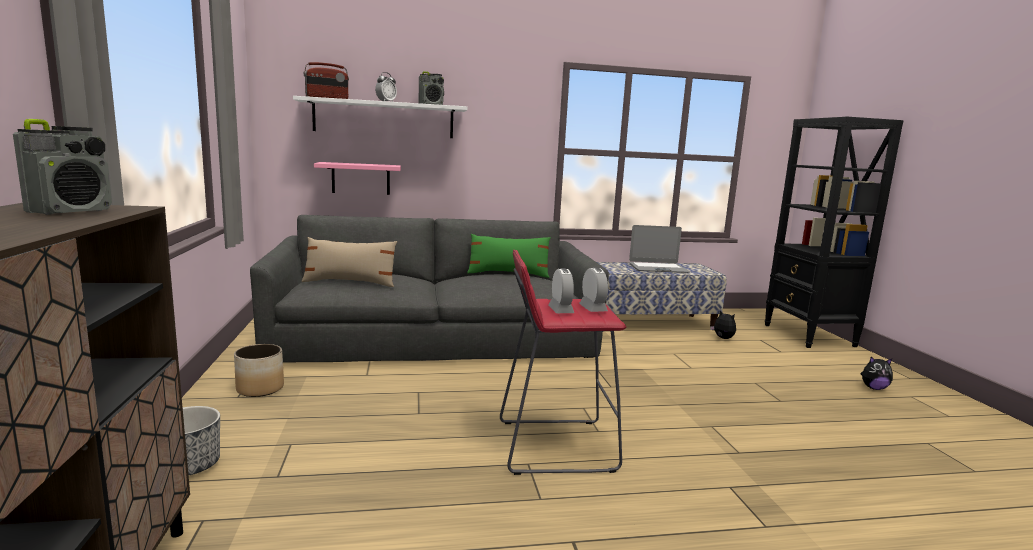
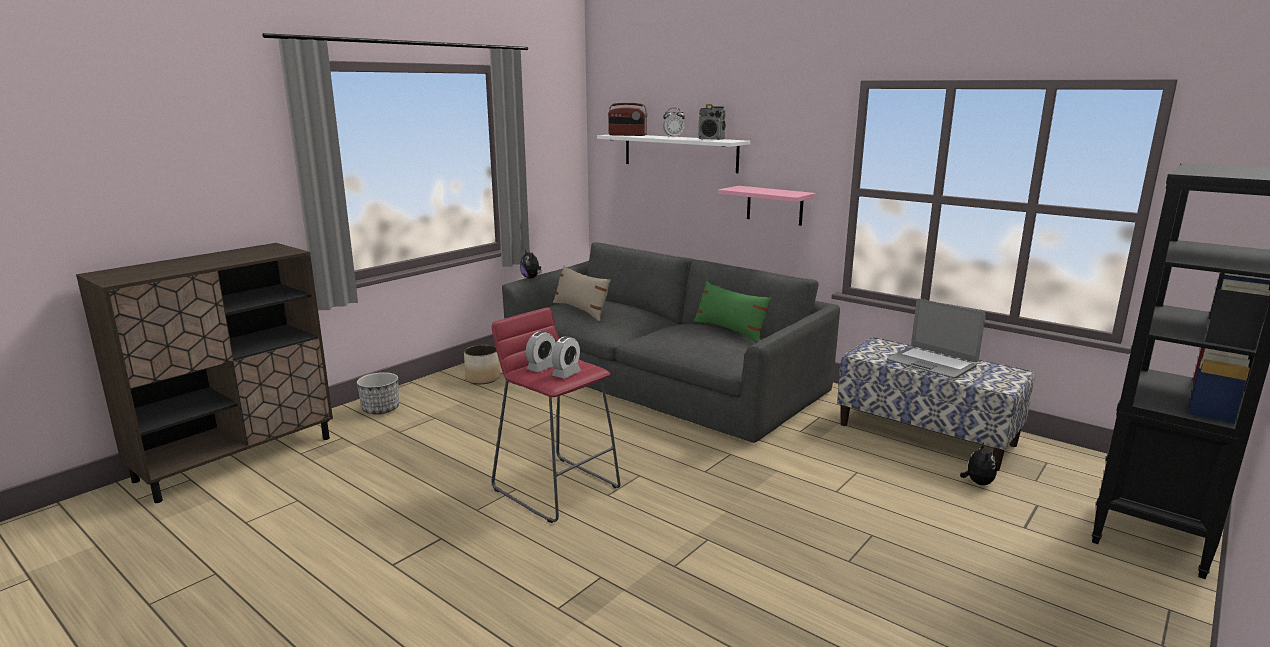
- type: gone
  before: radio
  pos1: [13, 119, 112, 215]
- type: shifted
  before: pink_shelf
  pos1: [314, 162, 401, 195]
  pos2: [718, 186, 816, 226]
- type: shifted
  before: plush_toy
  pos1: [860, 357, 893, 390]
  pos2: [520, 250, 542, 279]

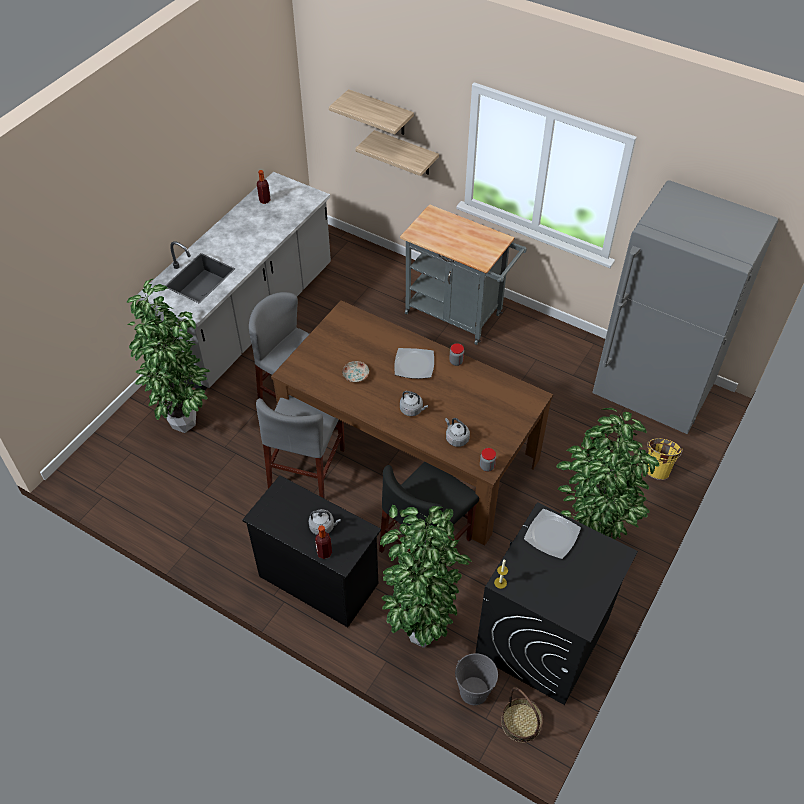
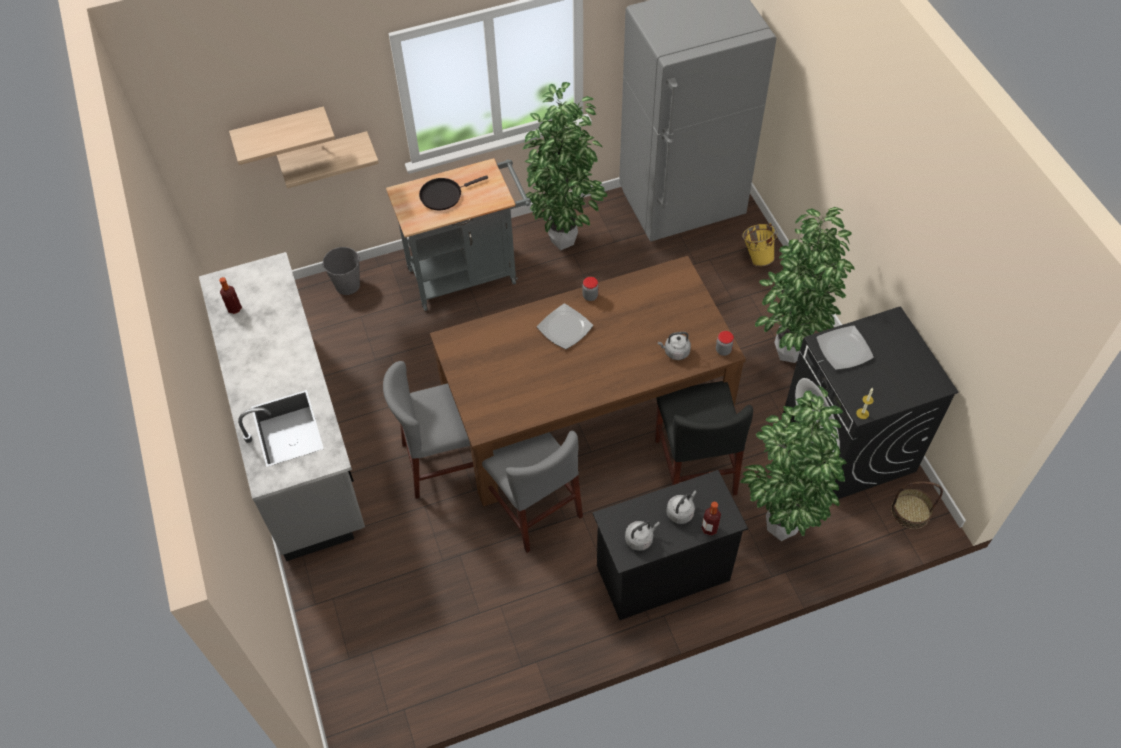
- type: shifted
  before: potted_plant
  pos1: [126, 279, 210, 433]
  pos2: [523, 82, 607, 250]
- type: gone
  before: plate
  pos1: [342, 361, 369, 382]
- type: shifted
  before: grey_kettle
  pos1: [400, 391, 428, 416]
  pos2: [625, 521, 660, 551]
- type: shifted
  before: grey_bucket
  pos1: [455, 653, 498, 705]
  pos2: [322, 247, 360, 295]
- type: new
  after: black_frying_pan
  pos2: [419, 175, 488, 210]

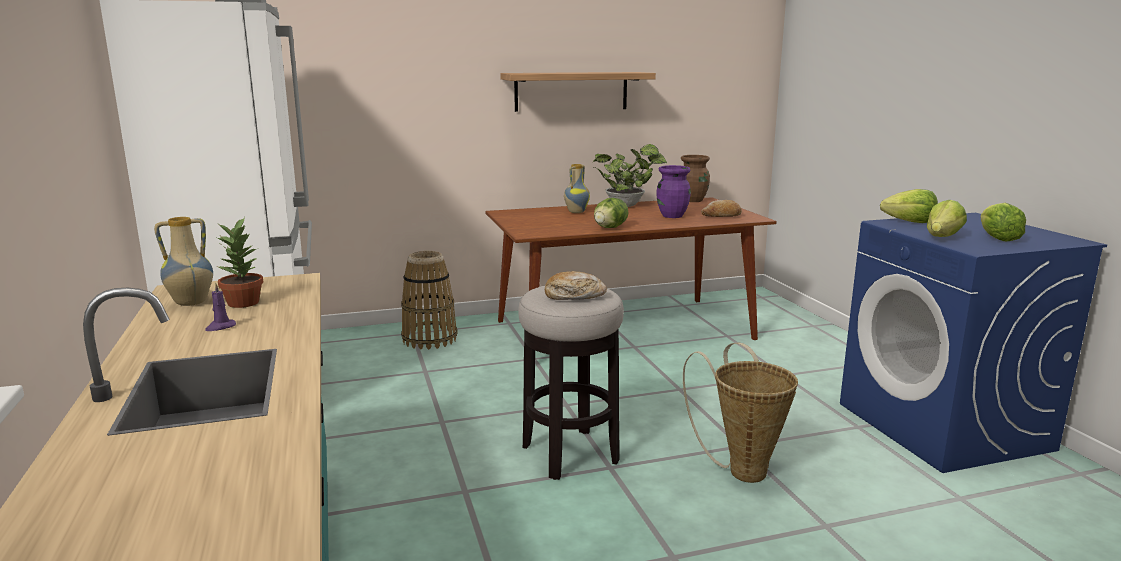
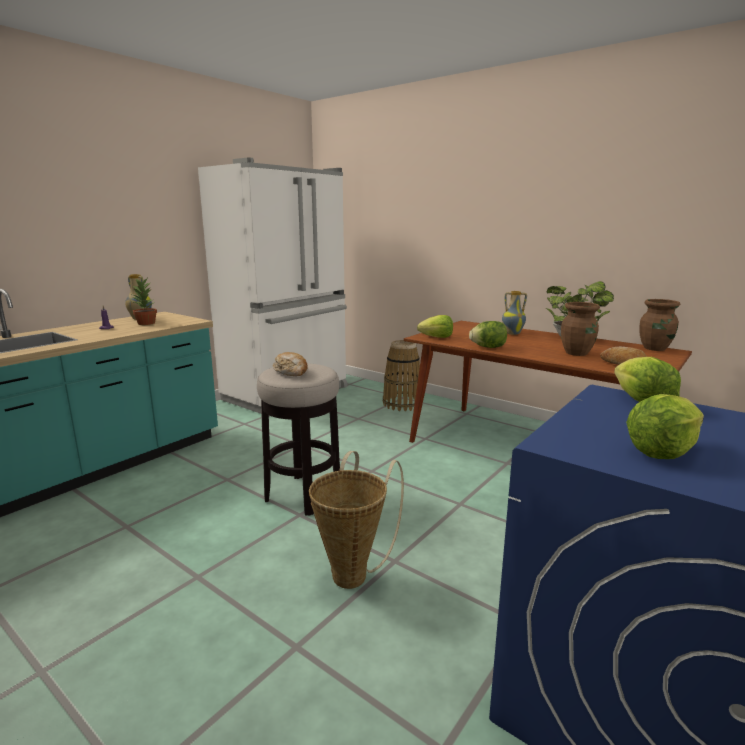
- type: gone
  before: shelf
  pos1: [500, 72, 656, 112]
- type: repainted
  before: purple_vase
  after: brown_vase
  pos1: [656, 165, 691, 218]
  pos2: [561, 302, 600, 356]
- type: shifted
  before: lettuce
  pos1: [927, 200, 967, 237]
  pos2: [417, 315, 453, 338]

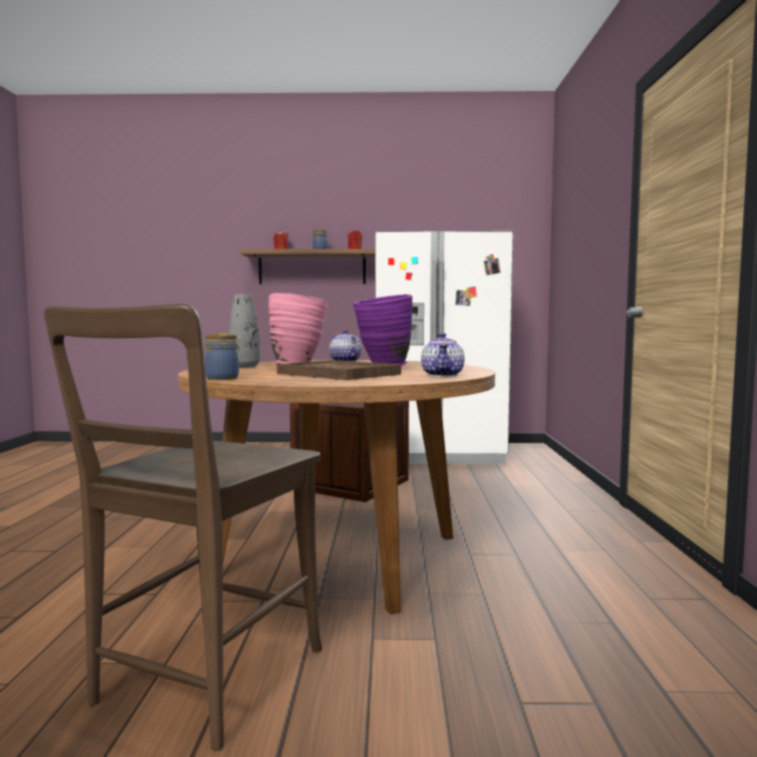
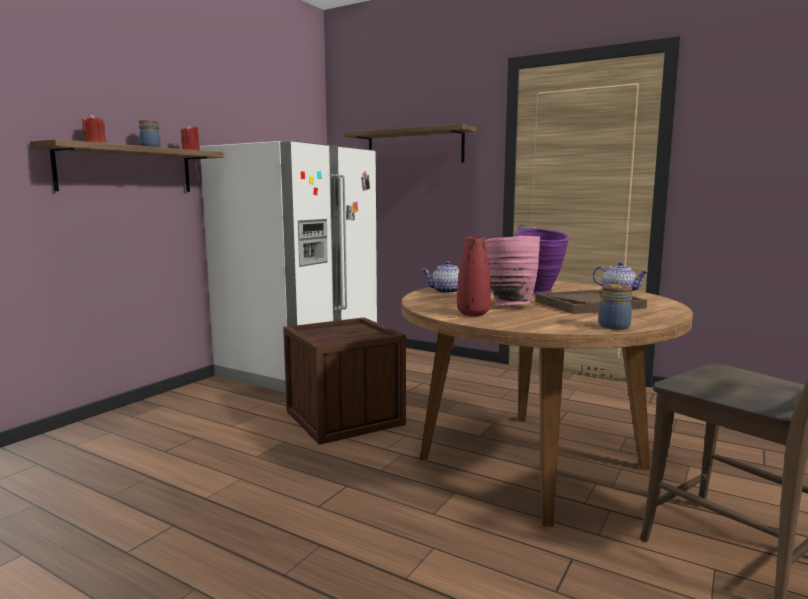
- type: repainted
  before: grey_vase
  after: red_vase
  pos1: [229, 294, 260, 367]
  pos2: [457, 237, 491, 316]
- type: new
  after: shelf
  pos2: [343, 124, 476, 162]

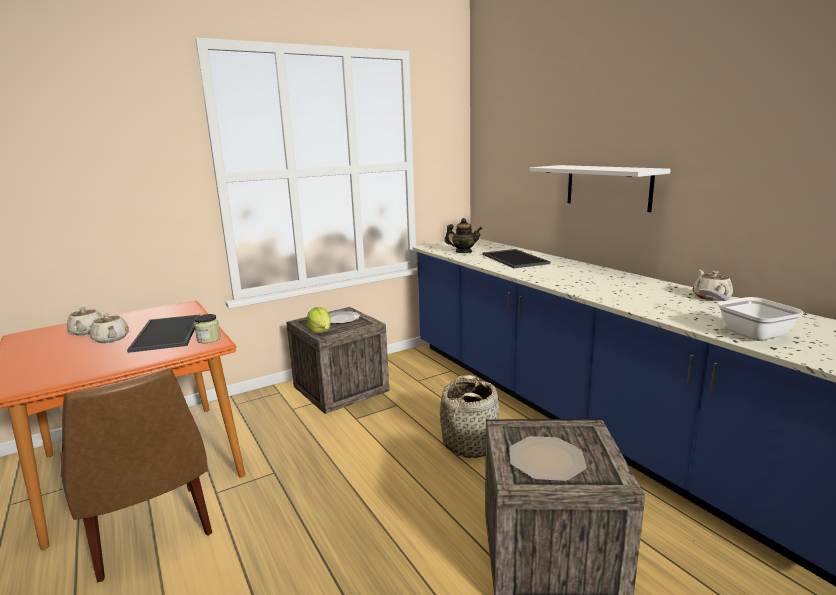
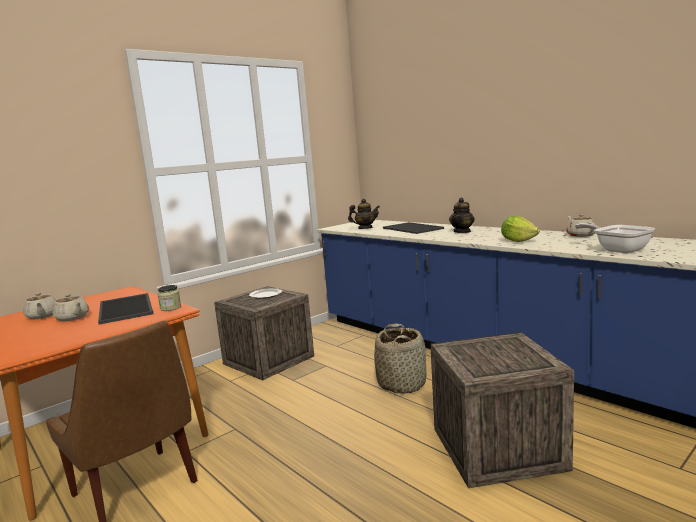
- type: shifted
  before: lettuce
  pos1: [307, 307, 331, 334]
  pos2: [501, 216, 540, 242]
- type: gone
  before: plate
  pos1: [509, 436, 587, 481]
- type: gone
  before: white_shelf
  pos1: [530, 165, 671, 212]
- type: new
  after: teapot
  pos2: [449, 198, 475, 233]

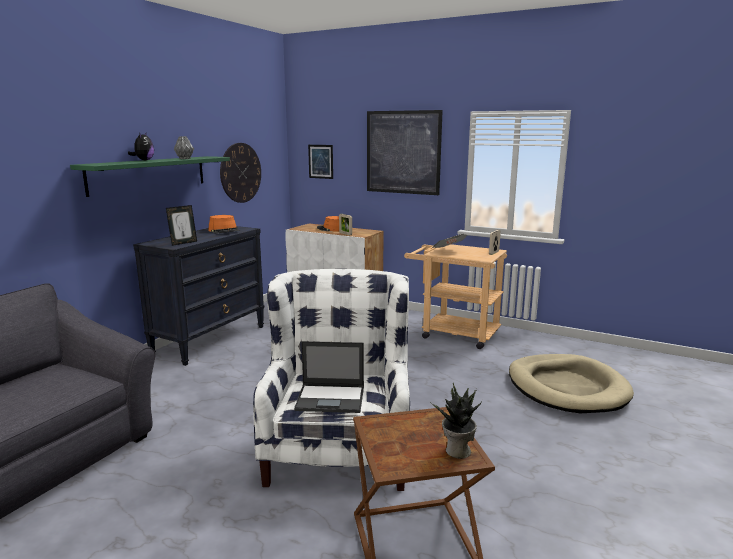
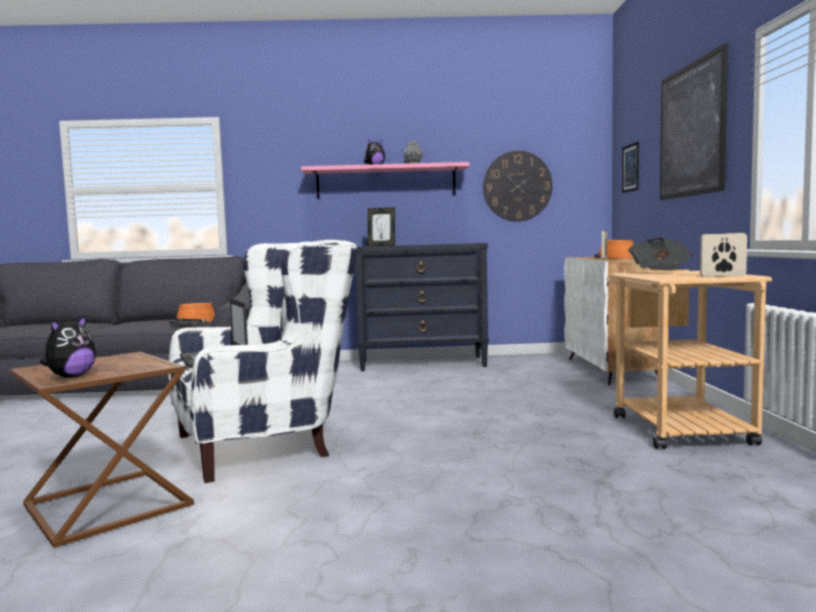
- type: repainted
  before: green_shelf
  after: pink_shelf
  pos1: [70, 156, 230, 197]
  pos2: [301, 162, 470, 199]
- type: shifted
  before: orange_hat
  pos1: [208, 215, 240, 234]
  pos2: [169, 303, 215, 324]
- type: swapped
  before: potted_plant
  after: plush_toy
  pos1: [430, 383, 481, 459]
  pos2: [40, 316, 96, 378]
- type: gone
  before: beige_dog_bed
  pos1: [509, 354, 634, 414]

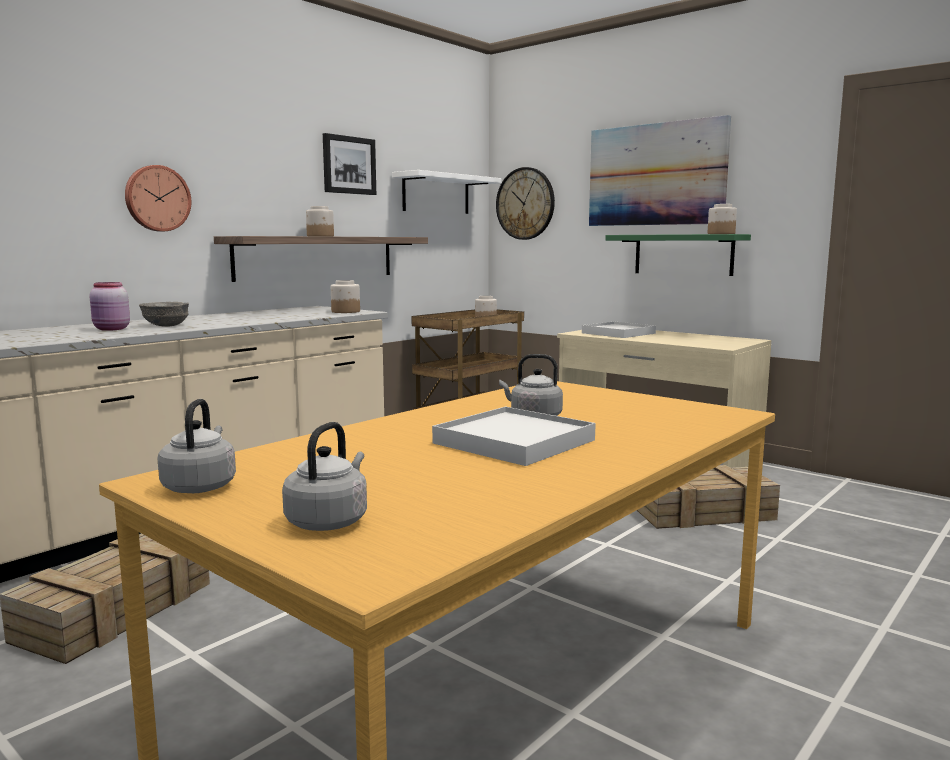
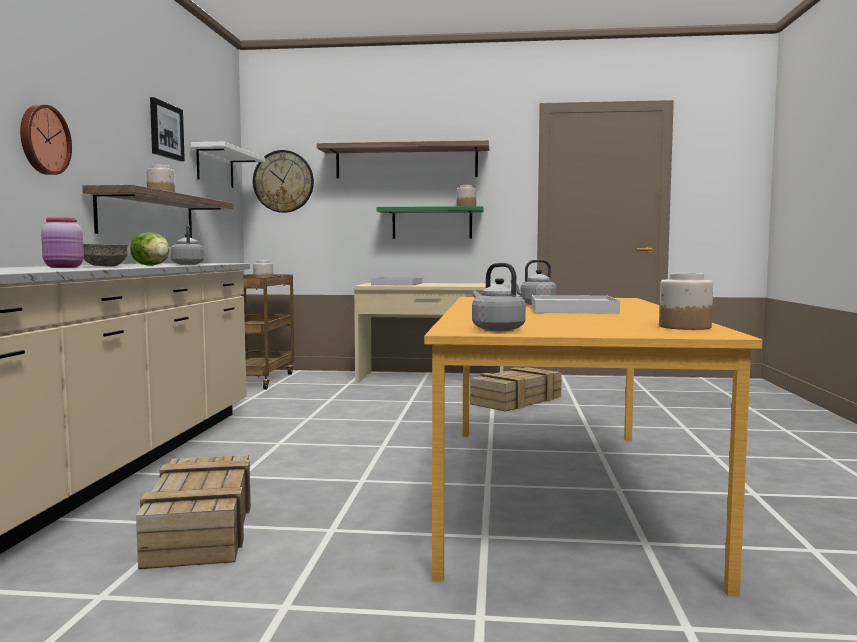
- type: shifted
  before: grey_kettle
  pos1: [282, 422, 367, 531]
  pos2: [171, 225, 204, 265]
- type: shifted
  before: jar
  pos1: [331, 280, 360, 313]
  pos2: [659, 273, 713, 330]
- type: swapped
  before: picture
  after: shelf
  pos1: [589, 115, 731, 226]
  pos2: [317, 140, 489, 179]
- type: new
  after: lettuce
  pos2: [130, 232, 170, 266]

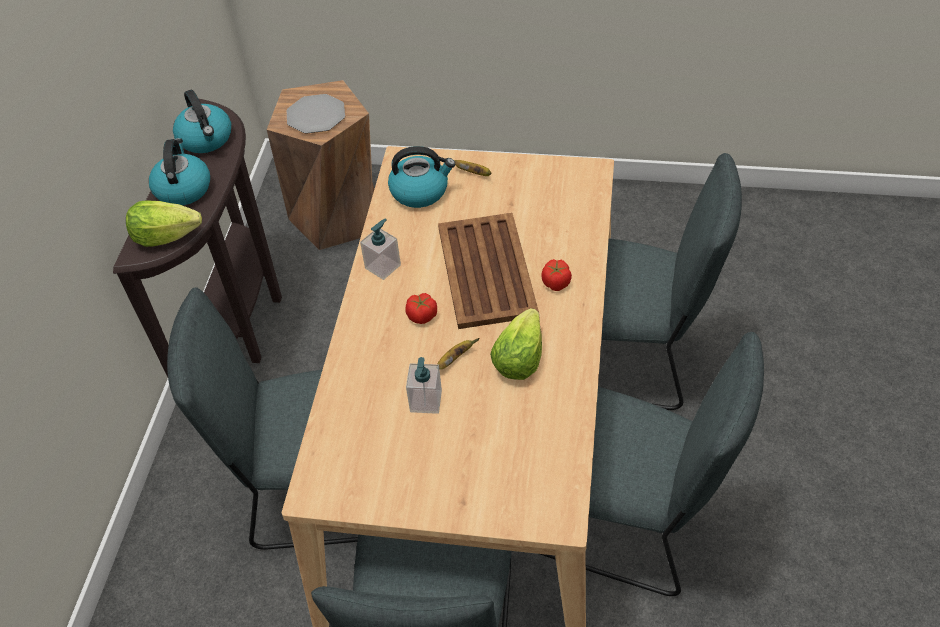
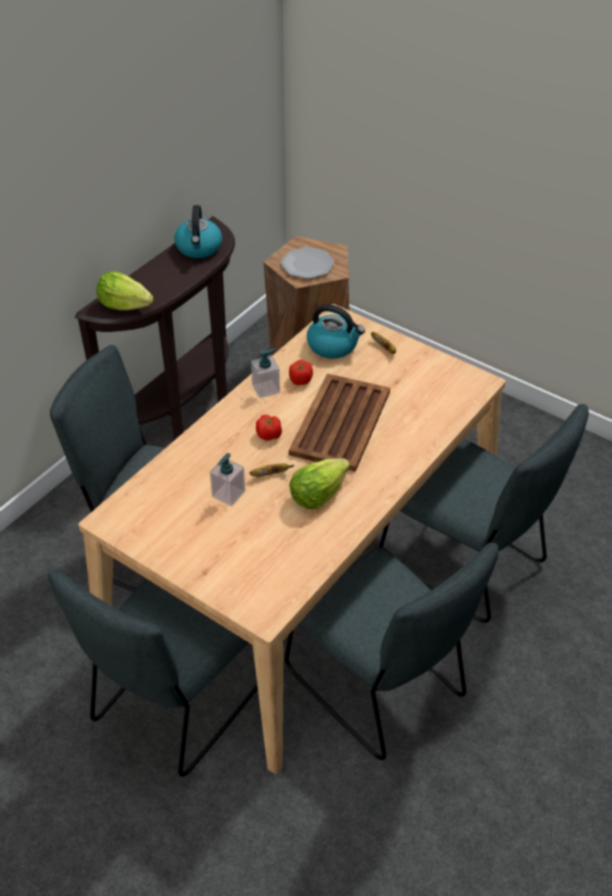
- type: gone
  before: kettle
  pos1: [149, 138, 210, 206]
- type: shifted
  before: tomato
  pos1: [541, 259, 572, 291]
  pos2: [289, 360, 313, 385]

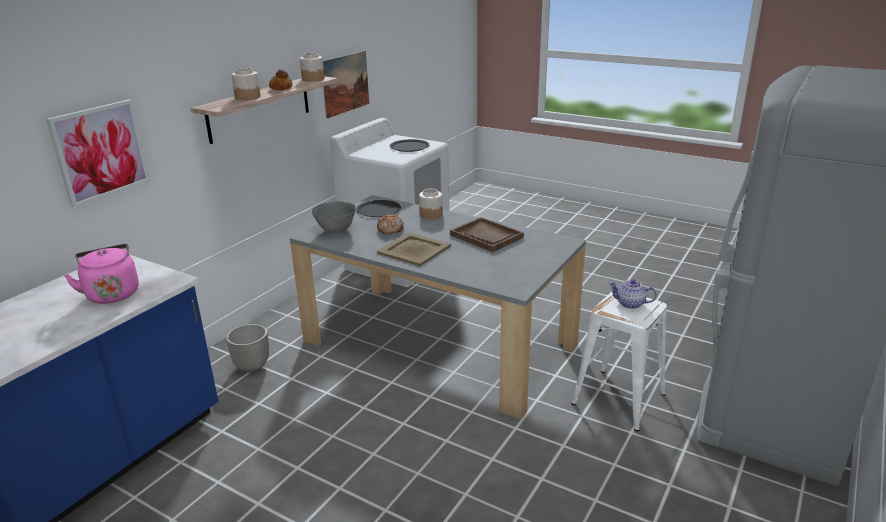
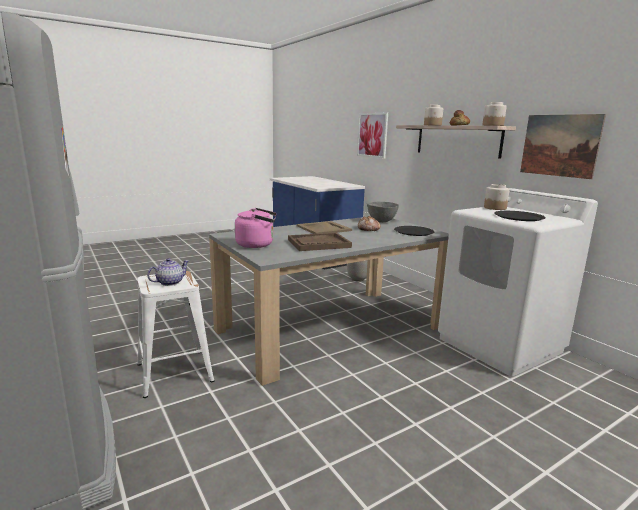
- type: shifted
  before: pink_kettle
  pos1: [64, 244, 139, 304]
  pos2: [235, 208, 276, 248]
- type: shifted
  before: jar
  pos1: [419, 189, 443, 219]
  pos2: [484, 184, 510, 210]

